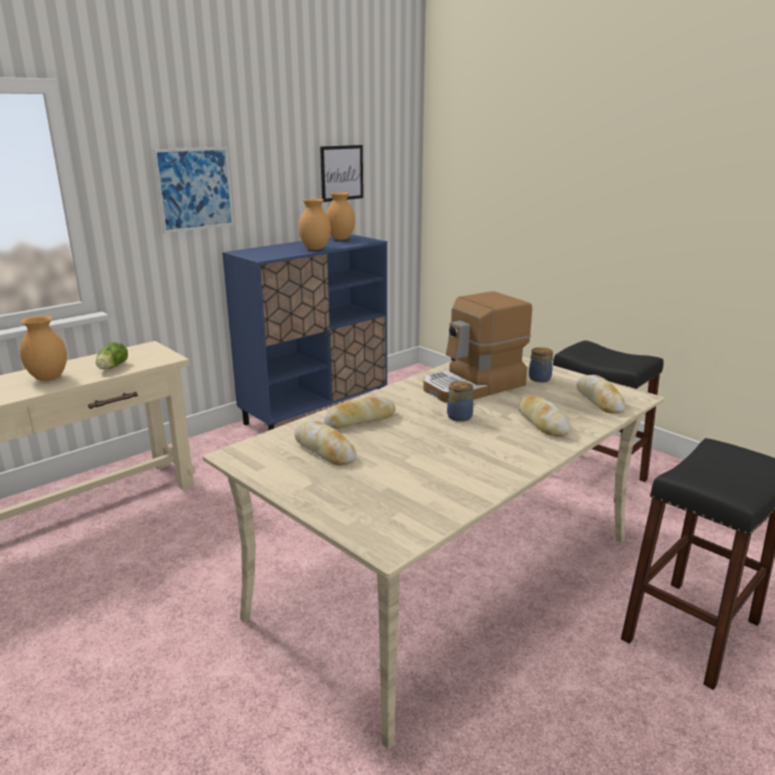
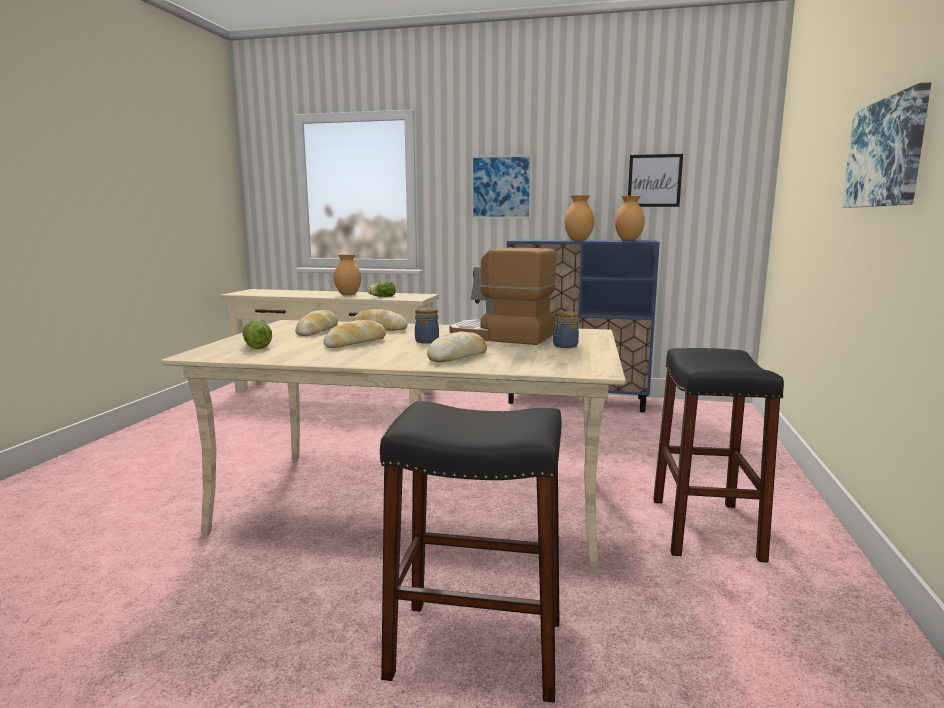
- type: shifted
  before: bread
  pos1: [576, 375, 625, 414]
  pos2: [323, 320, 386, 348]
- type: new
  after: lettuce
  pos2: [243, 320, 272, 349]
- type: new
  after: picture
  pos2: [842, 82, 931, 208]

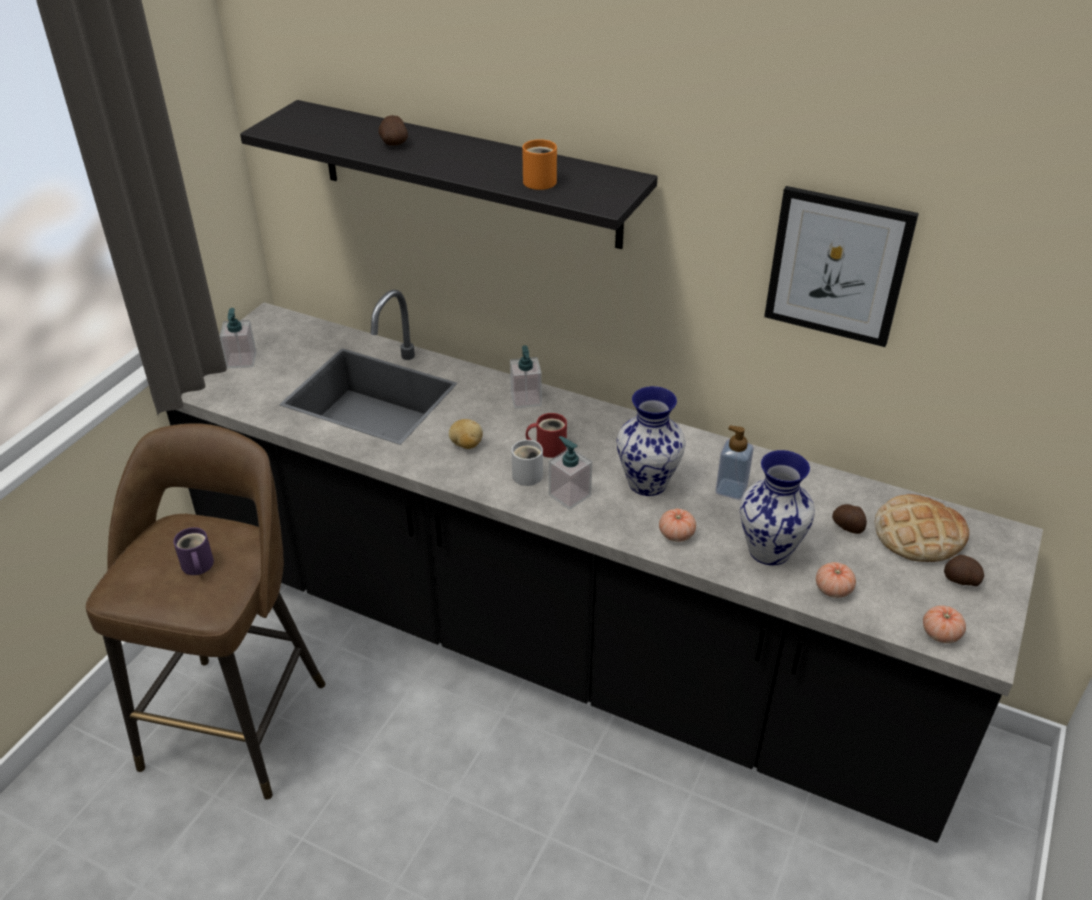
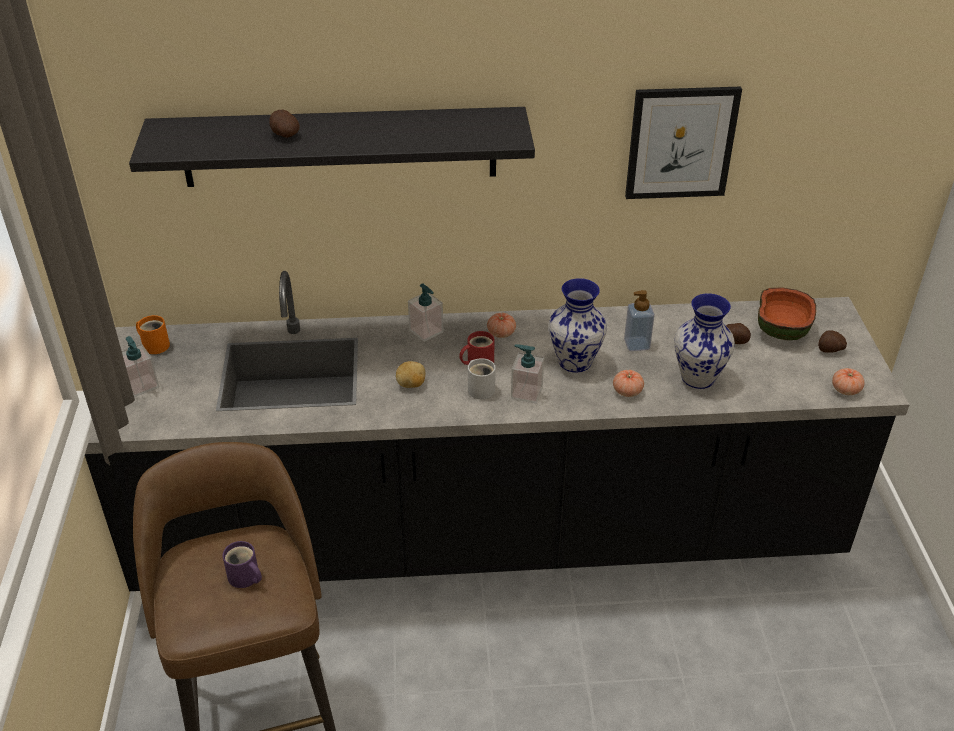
- type: shifted
  before: orange_mug
  pos1: [522, 139, 557, 190]
  pos2: [136, 315, 170, 354]
- type: shifted
  before: tomato
  pos1: [816, 562, 856, 598]
  pos2: [487, 313, 516, 338]
- type: swapped
  before: bread
  after: bowl
  pos1: [874, 494, 969, 562]
  pos2: [758, 288, 816, 340]

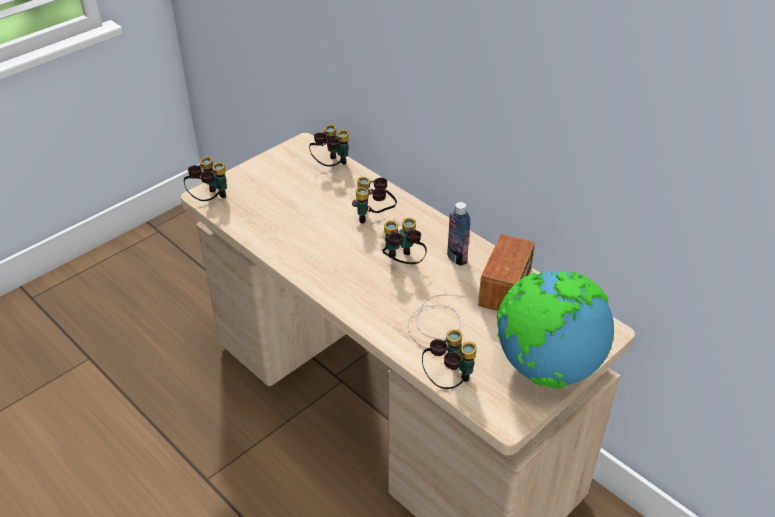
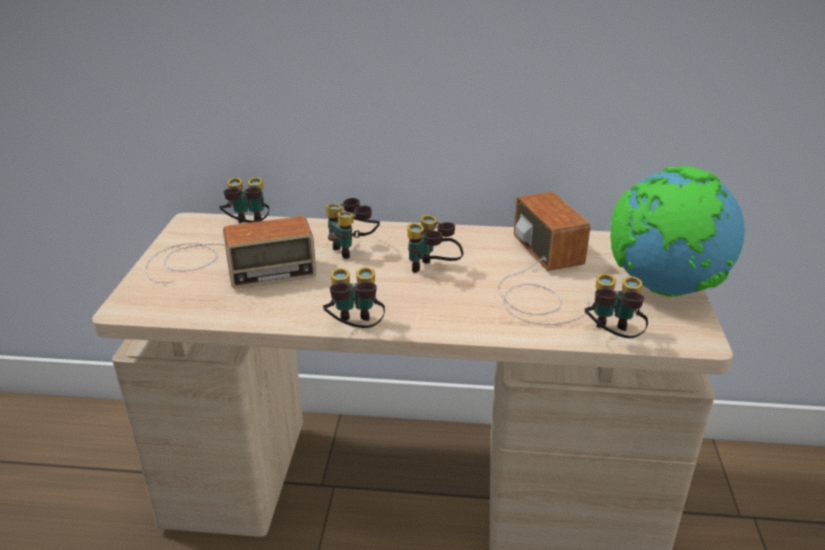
- type: shifted
  before: binoculars
  pos1: [184, 157, 227, 201]
  pos2: [323, 267, 385, 328]
- type: gone
  before: bottle
  pos1: [447, 202, 470, 266]
- type: new
  after: radio
  pos2: [145, 216, 316, 289]

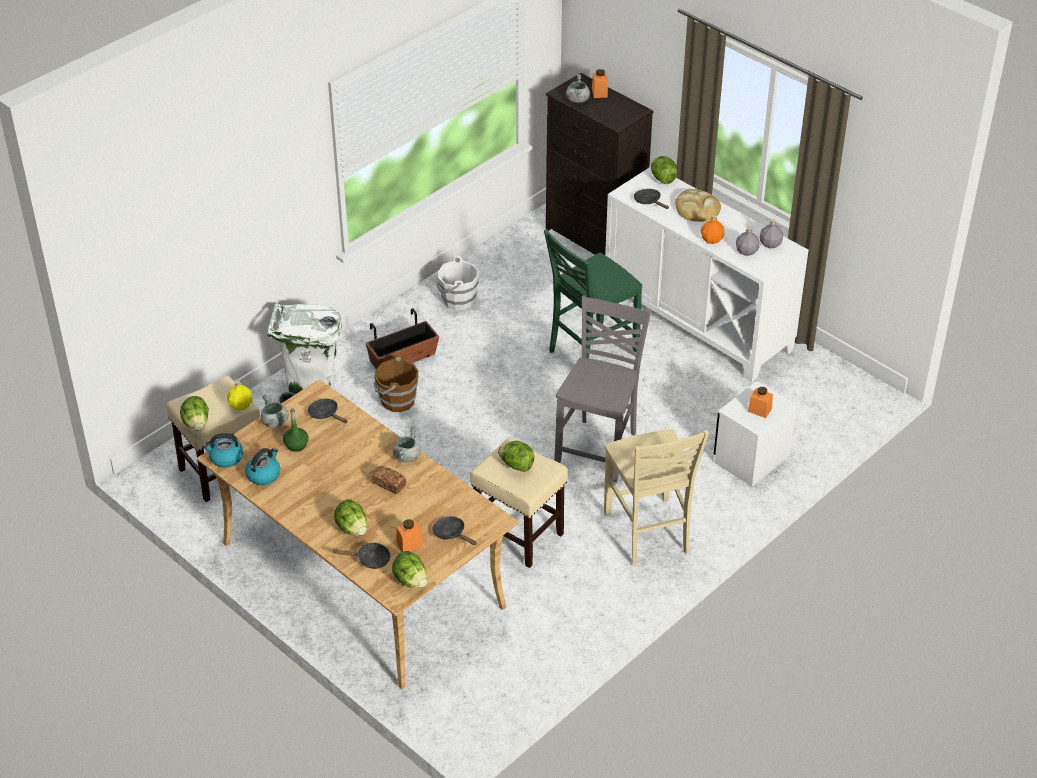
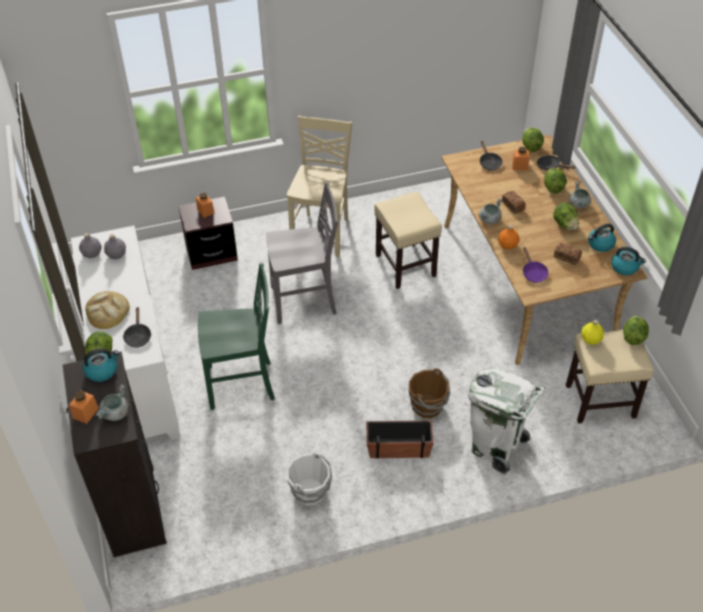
- type: shifted
  before: grey_cooking_pot
  pos1: [260, 394, 289, 428]
  pos2: [569, 182, 591, 209]
- type: swapped
  before: green_bottle
  after: bread
  pos1: [283, 408, 309, 451]
  pos2: [554, 243, 582, 265]
- type: repainted
  before: black_frying_pan
  after: purple_frying_pan
  pos1: [308, 399, 348, 423]
  pos2: [523, 247, 548, 283]
- type: shifted
  before: lettuce
  pos1: [498, 441, 534, 472]
  pos2: [553, 202, 579, 230]
- type: rotated
  before: grey_chair
  pos1: [554, 296, 651, 482]
  pos2: [267, 182, 338, 324]
  turn: -150
- type: shifted
  before: orange_bottle
  pos1: [701, 215, 724, 244]
  pos2: [498, 225, 519, 250]
- type: repainted
  before: white_nightstand
  after: brown_nightstand
  pos1: [714, 381, 797, 486]
  pos2: [178, 197, 238, 270]
- type: new
  after: kettle
  pos2: [83, 348, 119, 382]

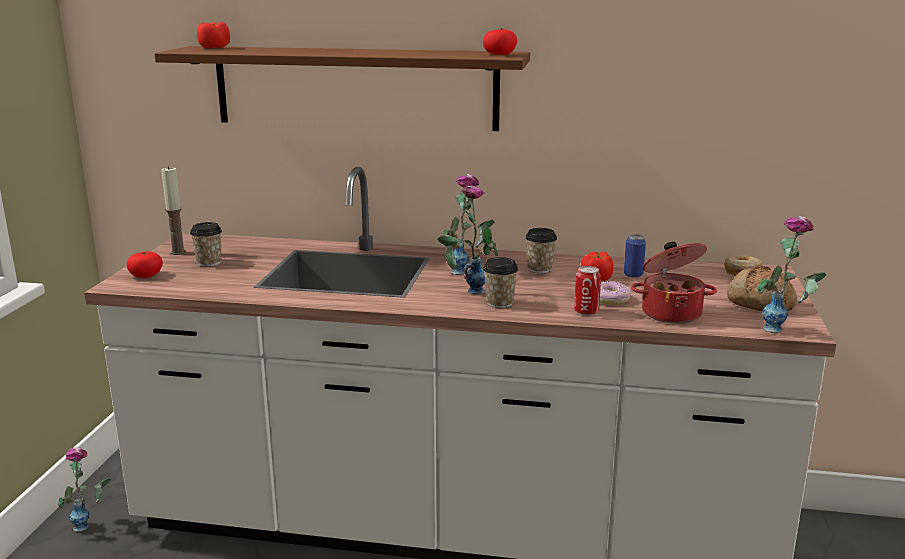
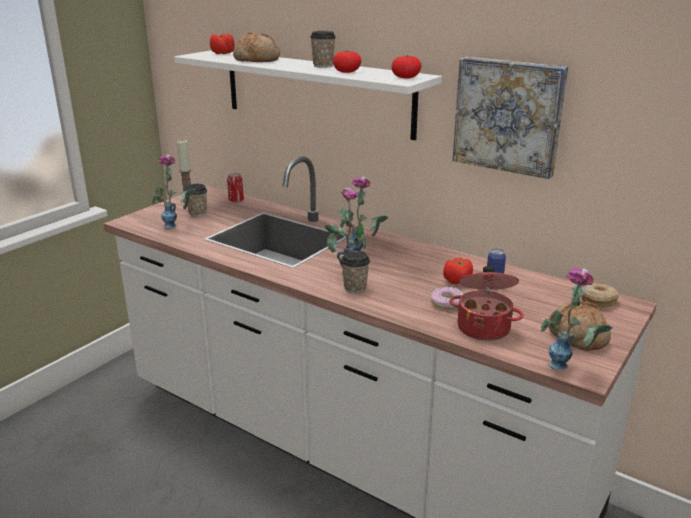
- type: shifted
  before: vase
  pos1: [58, 447, 111, 532]
  pos2: [152, 154, 196, 229]
- type: shifted
  before: tomato
  pos1: [127, 251, 163, 278]
  pos2: [333, 50, 362, 73]
- type: repainted
  before: brown_shelf
  after: white_shelf
  pos1: [155, 46, 530, 131]
  pos2: [174, 50, 442, 140]
- type: shifted
  before: cup
  pos1: [525, 228, 557, 273]
  pos2: [310, 31, 336, 68]
- type: shifted
  before: can
  pos1: [574, 266, 601, 315]
  pos2: [227, 173, 244, 203]
- type: new
  after: bread
  pos2: [233, 33, 280, 62]
- type: new
  after: picture
  pos2: [453, 57, 568, 179]

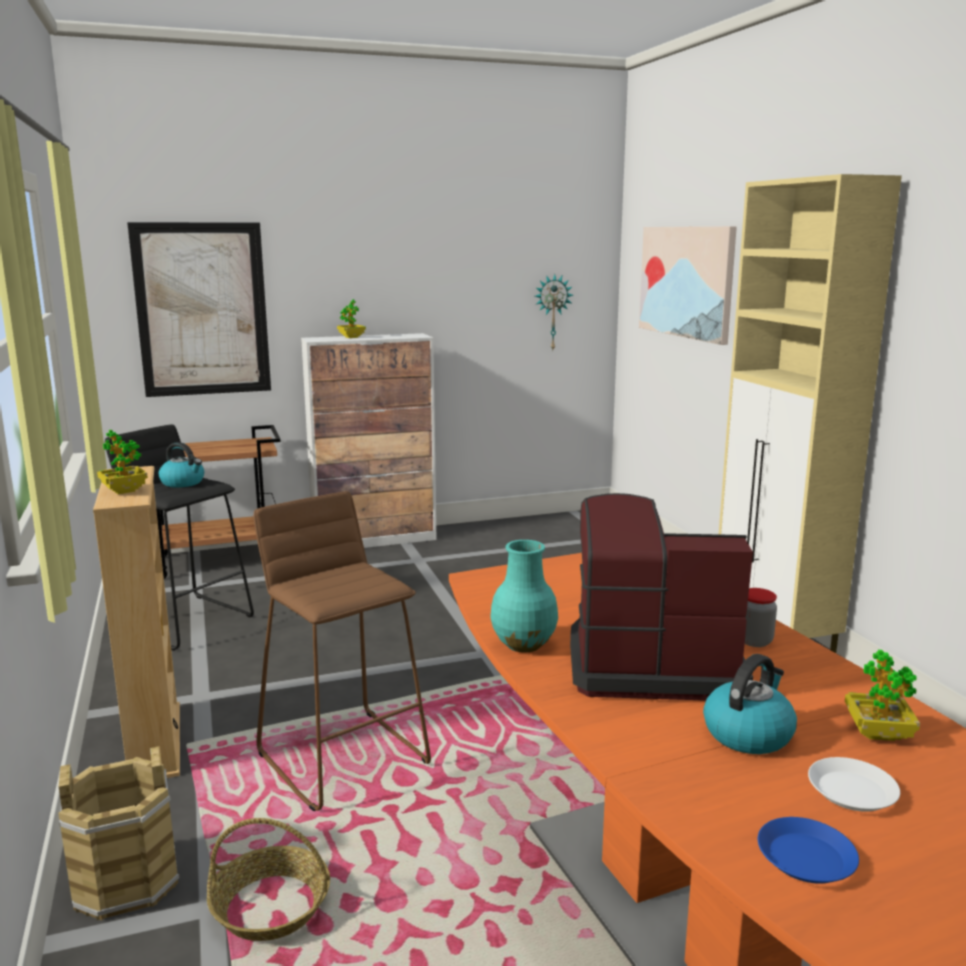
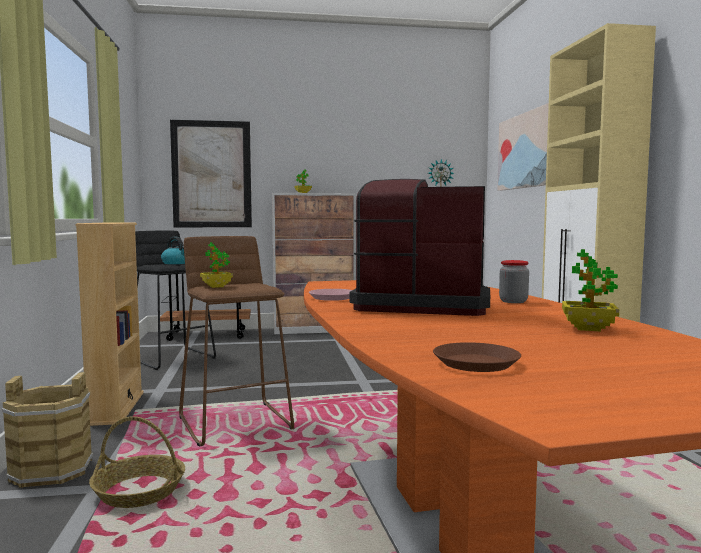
- type: shifted
  before: potted_plant
  pos1: [97, 430, 148, 494]
  pos2: [200, 242, 233, 288]
- type: swapped
  before: turquoise_vase
  after: pink_plate
  pos1: [490, 540, 558, 653]
  pos2: [309, 289, 352, 301]
- type: gone
  before: kettle
  pos1: [703, 654, 797, 754]
- type: repainted
  before: blue_plate
  after: brown_plate
  pos1: [758, 817, 859, 884]
  pos2: [433, 342, 521, 372]
- type: gone
  before: white_plate
  pos1: [808, 757, 900, 812]

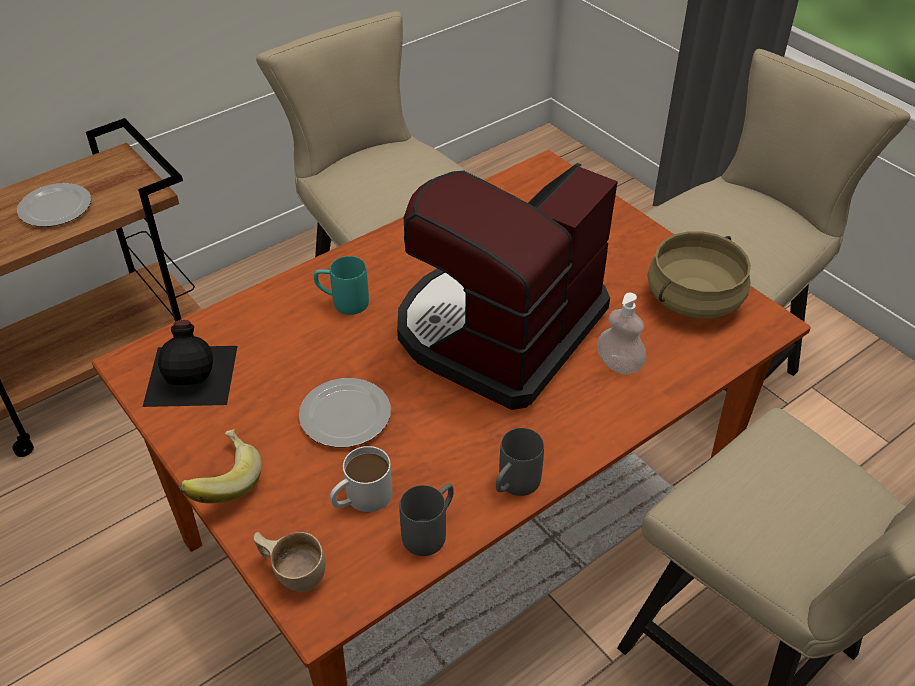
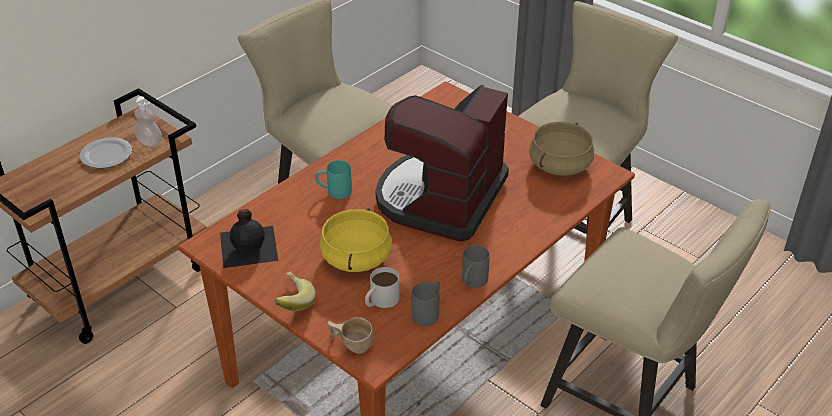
- type: swapped
  before: plate
  after: yellow_cooking_pot
  pos1: [299, 378, 391, 448]
  pos2: [320, 208, 392, 272]
- type: shifted
  before: soap_dispenser
  pos1: [597, 293, 646, 374]
  pos2: [134, 96, 162, 146]

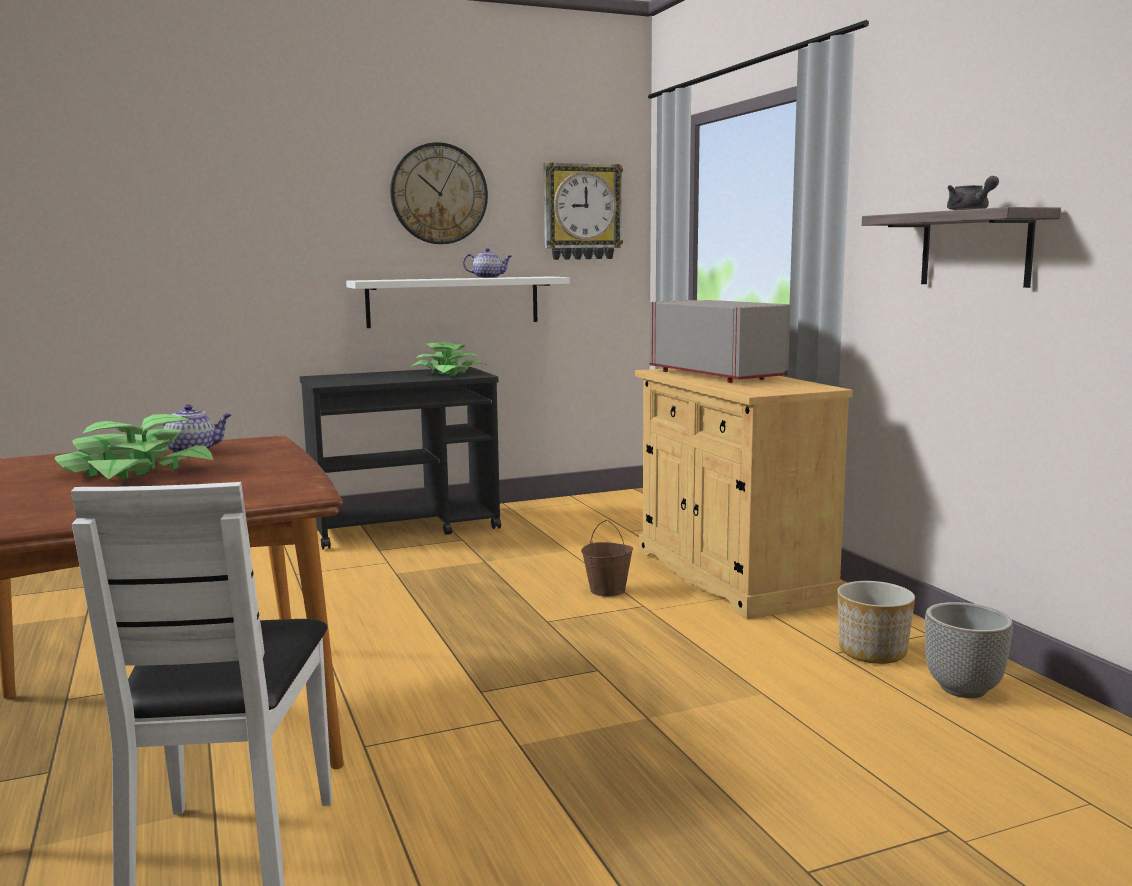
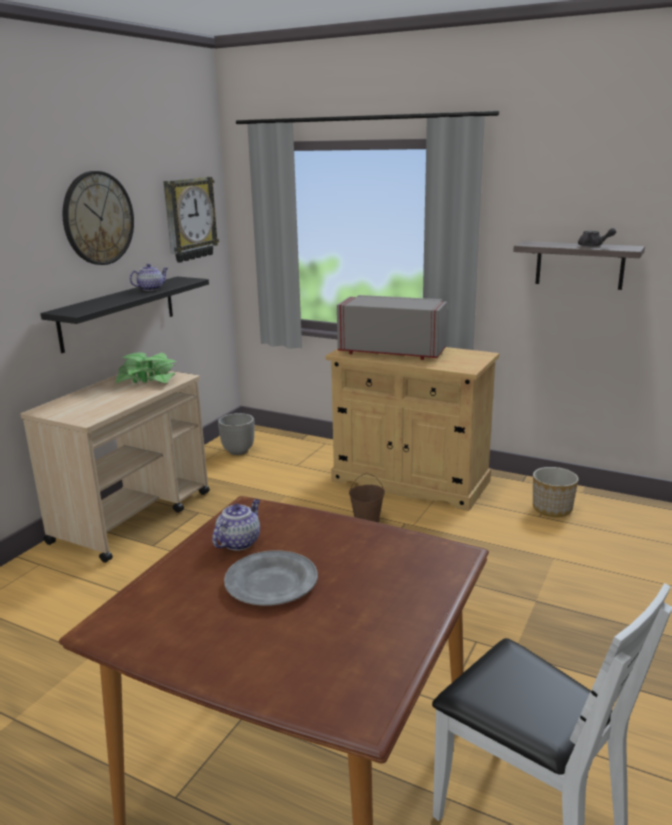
- type: swapped
  before: potted_plant
  after: grey_plate
  pos1: [54, 414, 213, 479]
  pos2: [224, 550, 318, 606]
- type: repainted
  before: black_cart
  after: beige_cart
  pos1: [300, 367, 501, 549]
  pos2: [20, 367, 210, 563]
- type: repainted
  before: white_shelf
  after: black_shelf
  pos1: [346, 276, 569, 328]
  pos2: [40, 277, 209, 353]
- type: shifted
  before: planter
  pos1: [925, 602, 1013, 698]
  pos2: [218, 413, 254, 455]

